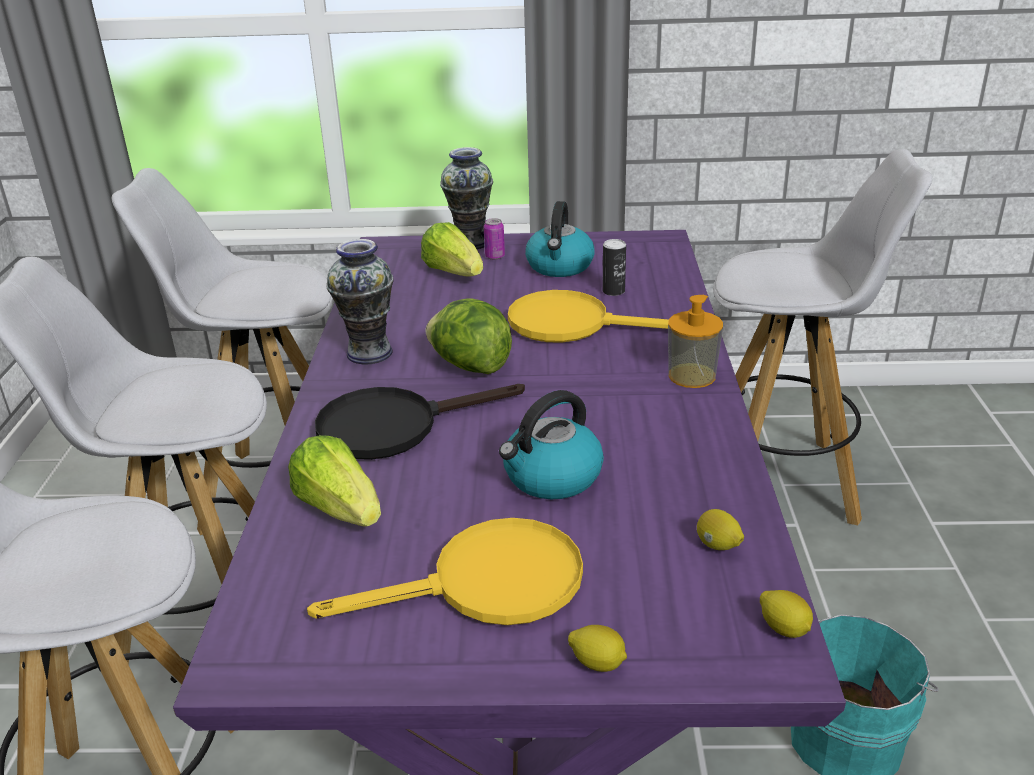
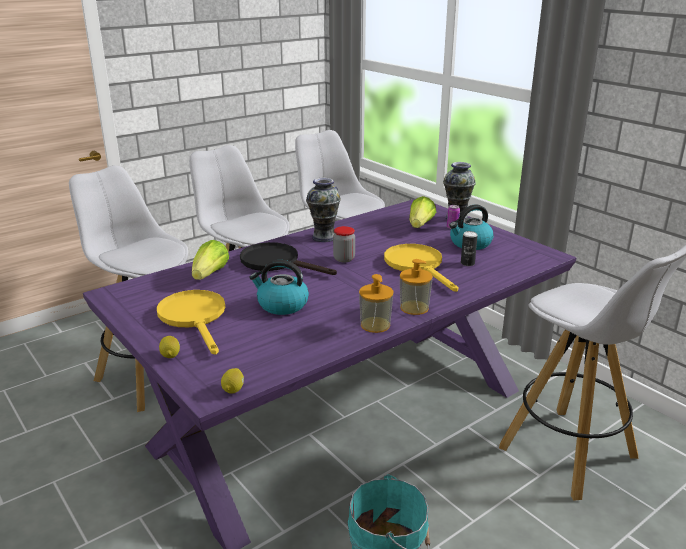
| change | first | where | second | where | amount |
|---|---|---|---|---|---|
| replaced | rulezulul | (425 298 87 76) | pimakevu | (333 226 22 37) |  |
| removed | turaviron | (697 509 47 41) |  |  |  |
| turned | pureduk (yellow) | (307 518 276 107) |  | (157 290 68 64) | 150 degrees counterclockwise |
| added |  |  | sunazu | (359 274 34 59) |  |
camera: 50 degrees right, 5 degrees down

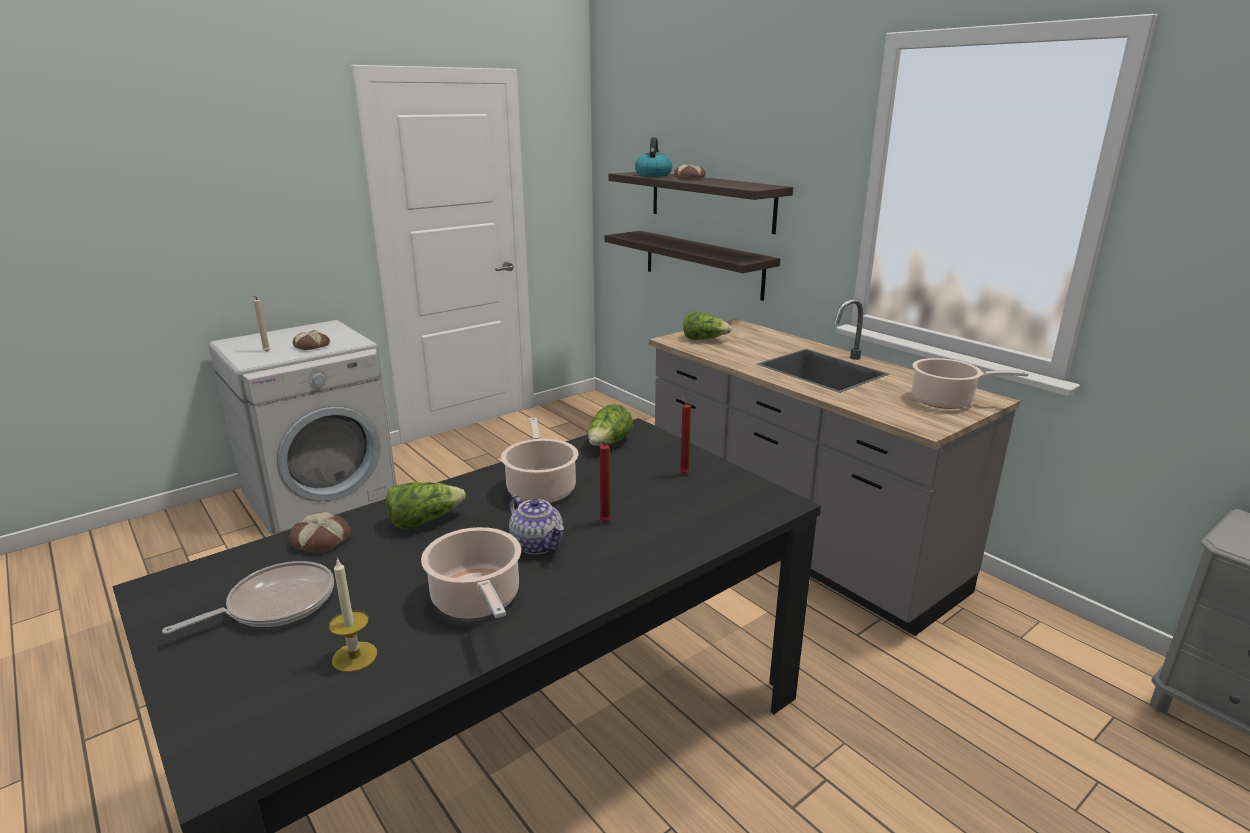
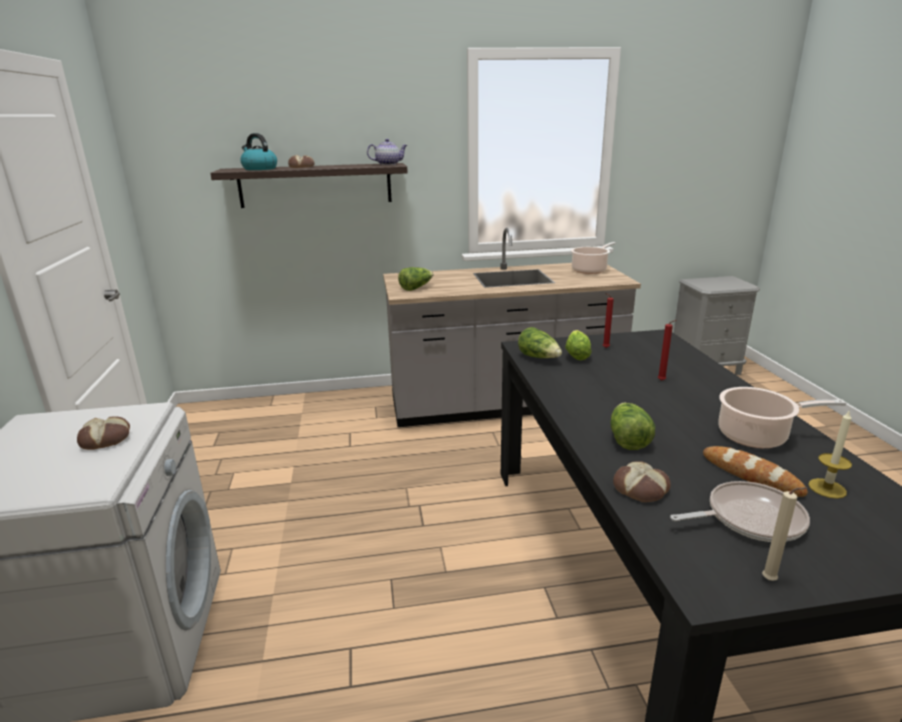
| change | first | where | second | where | amount |
|---|---|---|---|---|---|
| removed | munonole | (605 231 175 70) |  |  |  |
| moved | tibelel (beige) | (253 296 17 56) |  | (762 487 46 94) |  |
| removed | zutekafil | (501 417 78 86) |  |  |  |
| moved | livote | (509 495 55 60) |  | (367 139 41 26) |  |
| turned | pureduk | (162 561 172 73) |  | (670 481 140 61) | 90 degrees clockwise |
| added |  |  | rulezulul | (565 330 27 30) |  |
| added |  |  | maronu | (703 446 105 51) |  |
camera: 60 degrees left, 0 degrees up

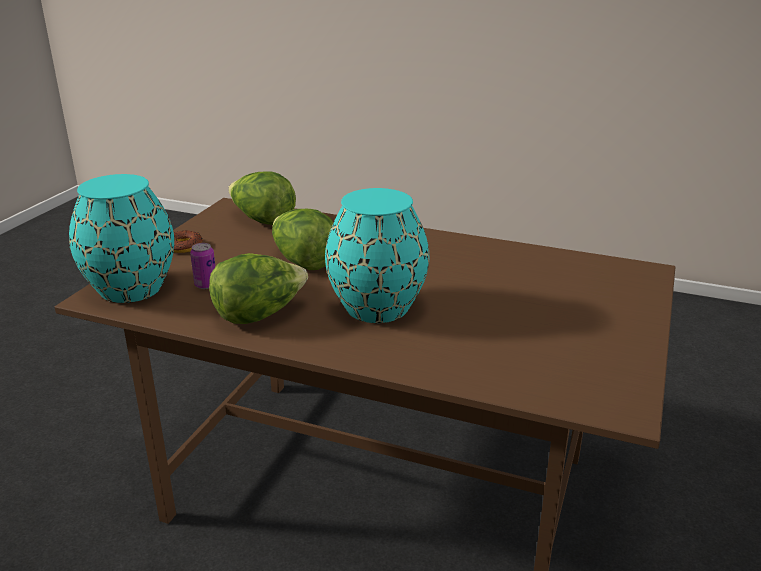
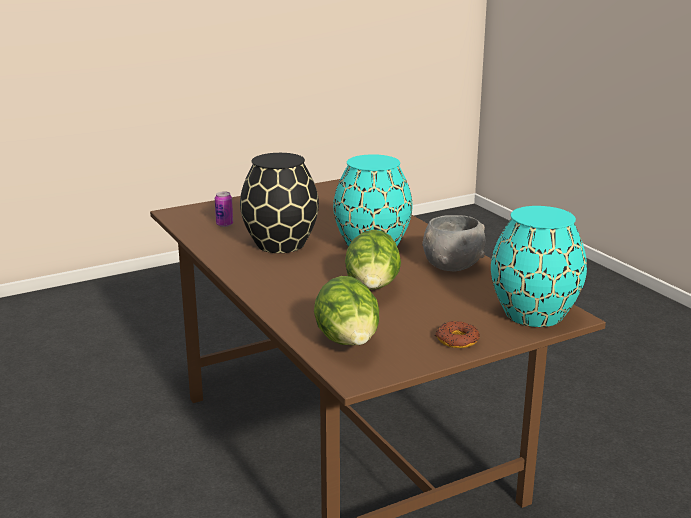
| change | first | where | second | where | amount |
|---|---|---|---|---|---|
| moved | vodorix | (190 243 26 46) |  | (215 191 18 36) |  |
| replaced | rulezulul | (209 253 99 71) | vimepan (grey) | (422 215 64 56) |  |
| added |  |  | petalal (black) | (240 153 79 100) |  |
camera: 140 degrees left, 5 degrees down

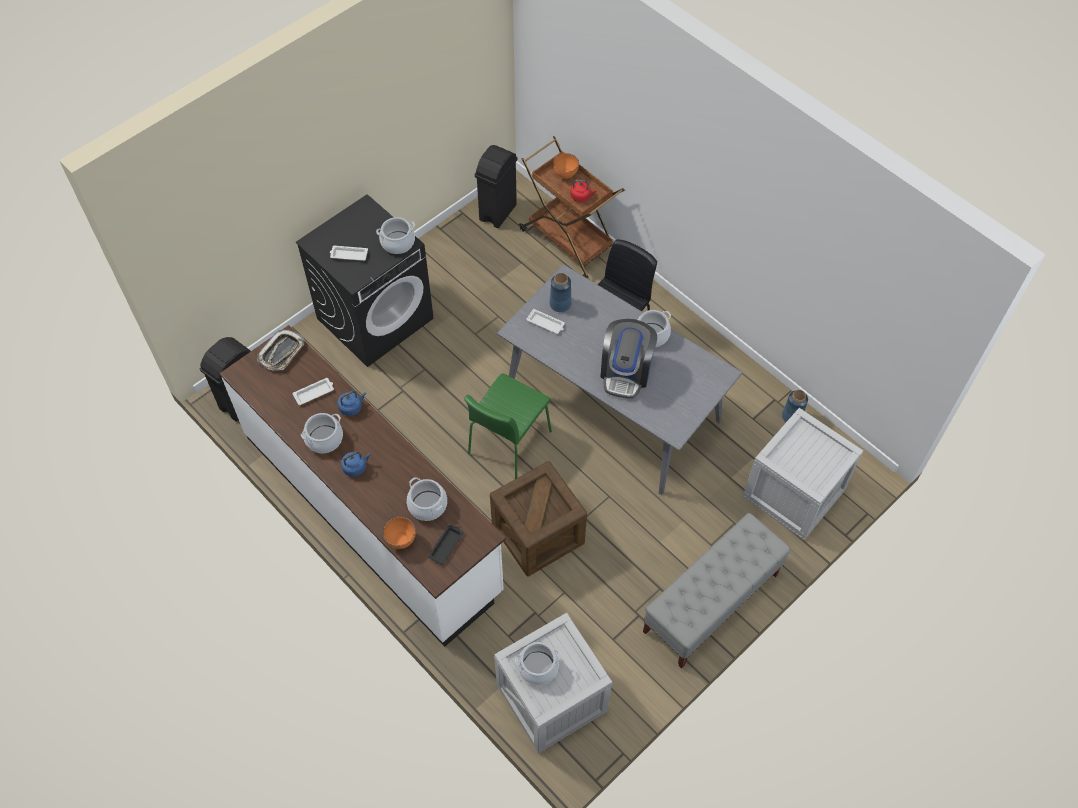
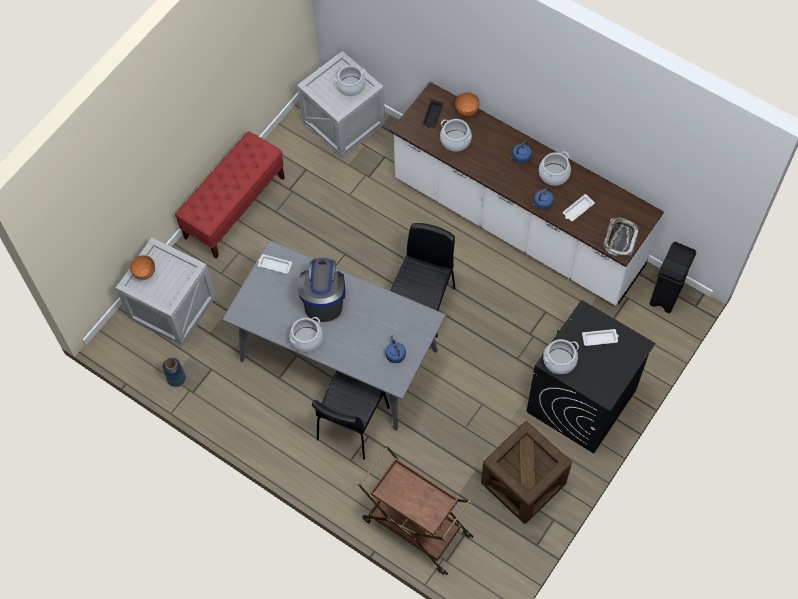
| change | first | where | second | where | amount |
|---|---|---|---|---|---|
| removed | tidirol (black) | (475 145 43 83) |  |  |  |
| moved | vimepan (orange) | (553 153 26 26) |  | (130 255 25 25) |  |
| removed | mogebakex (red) | (570 180 27 22) |  |  |  |
| replaced | petalal (blue) | (549 273 22 39) | mogebakex (blue) | (386 336 20 27) |  |
| moved | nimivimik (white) | (526 309 39 25) |  | (258 254 34 20) |  |
| recoloured | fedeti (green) | (464 373 88 106) | fedeti (black) | (391 223 64 115) |  |
| moved | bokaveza | (490 461 97 116) |  | (481 421 91 103) |  |
| recoloured | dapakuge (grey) | (643 513 147 156) | dapakuge (red) | (175 131 110 128) |  |
camera: 170 degrees right, 5 degrees up

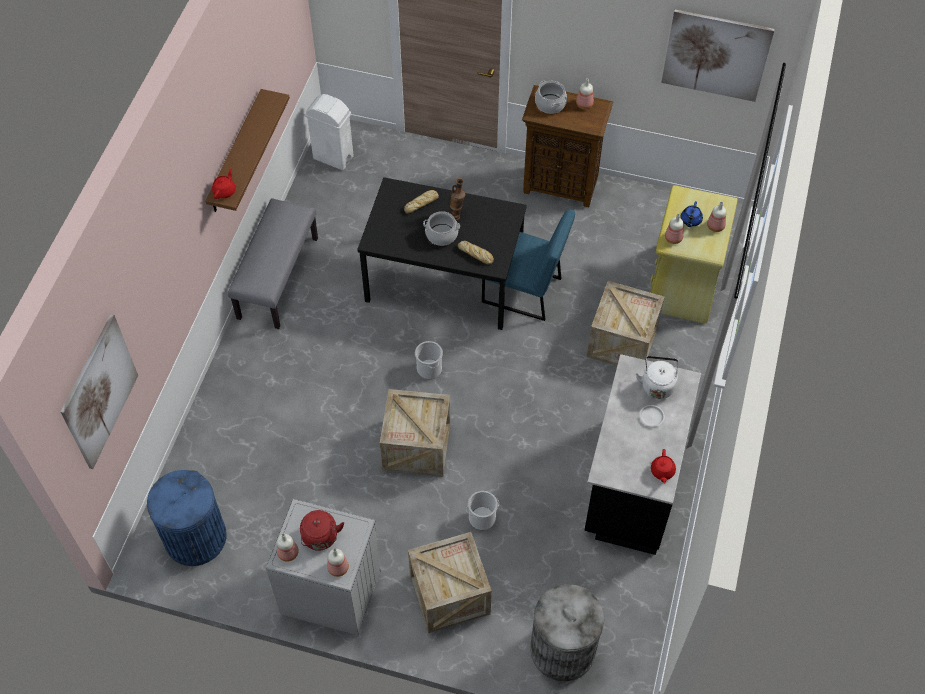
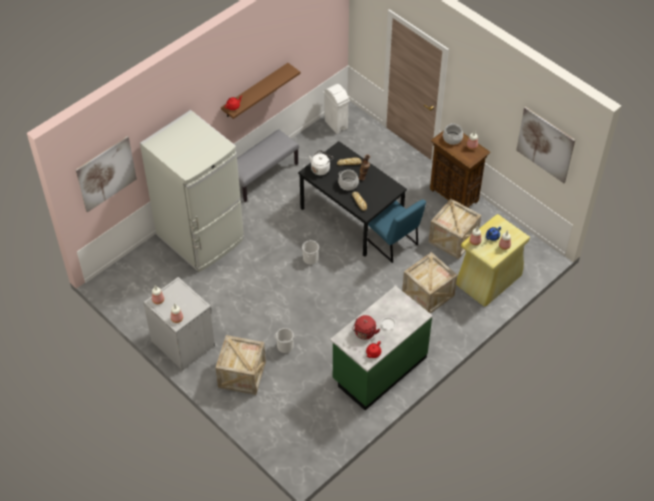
| change | first | where | second | where | amount |
|---|---|---|---|---|---|
| recoloured | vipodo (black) | (585 354 116 201) | vipodo (green) | (330 286 103 124) |  |
| moved | mogebakex (white) | (636 356 42 43) |  | (309 150 24 25) |  |
| moved | bokaveza | (380 389 70 88) |  | (428 199 53 60) |  |
| removed | tidirol (blue) | (147 470 80 96) |  |  |  |
| moved | mogebakex (red) | (300 510 44 41) |  | (352 315 28 25) |  |
| removed | tidirol (grey) | (531 584 73 97) |  |  |  |
| added |  |  | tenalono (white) | (140 110 104 162) |  |
camera: 30 degrees right, 5 degrees down

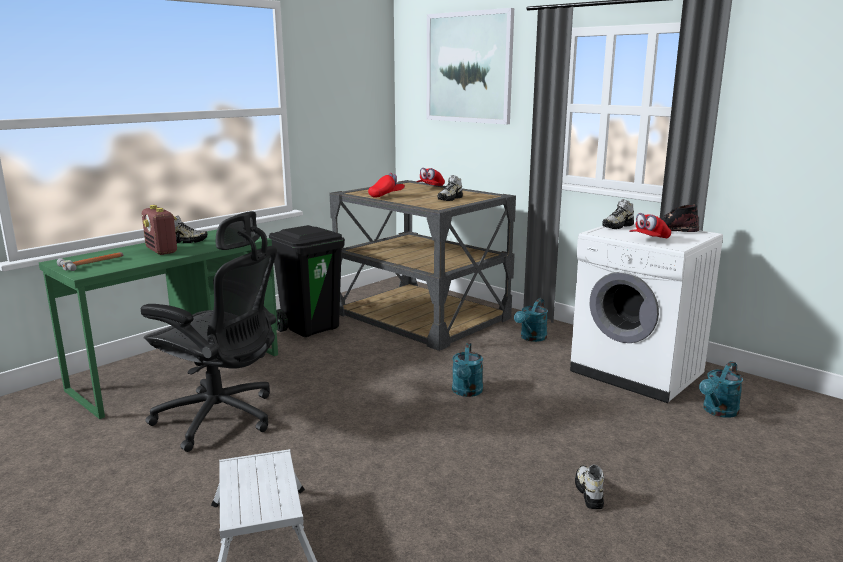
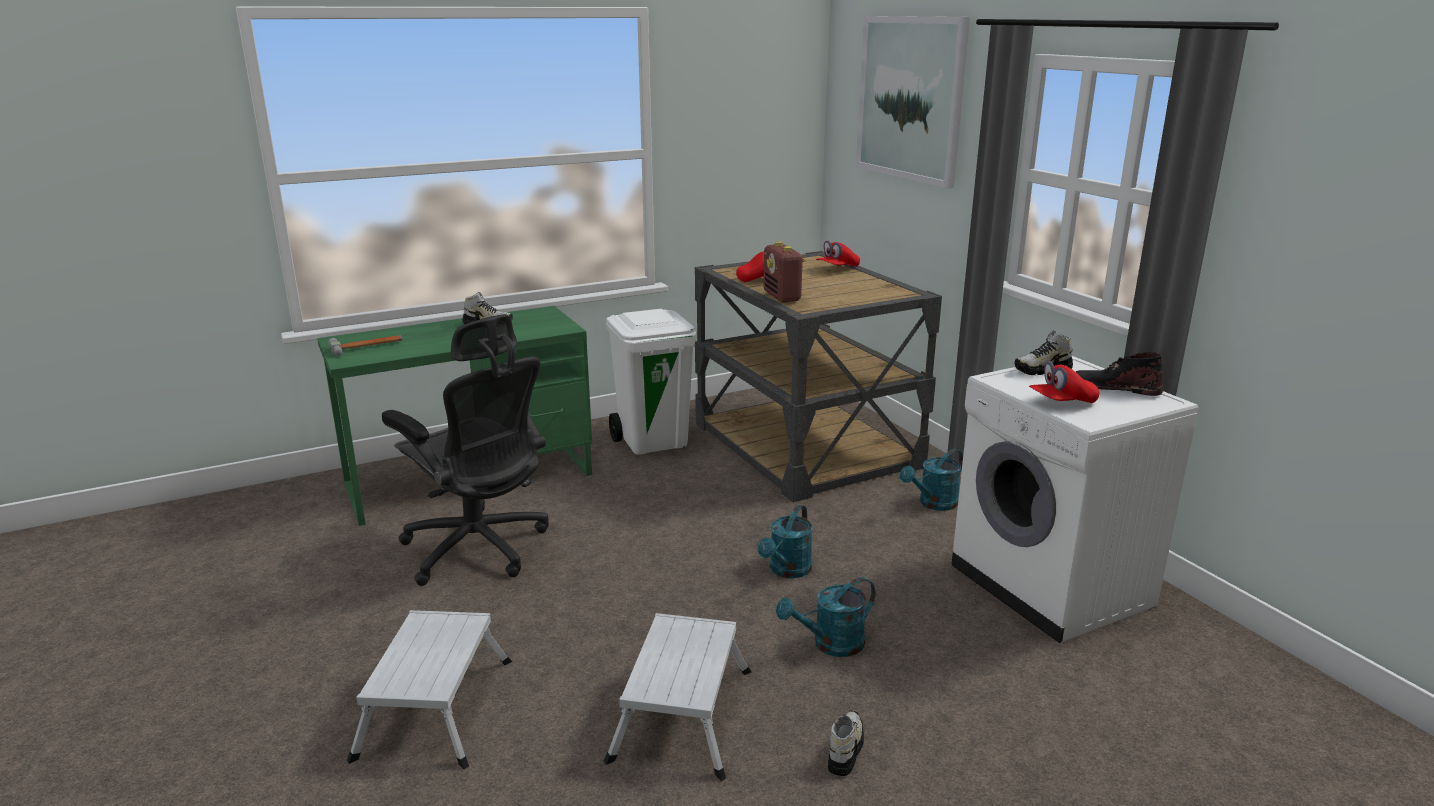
| change | first | where | second | where | amount |
|---|---|---|---|---|---|
| removed | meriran | (438 175 25 26) |  |  |  |
| moved | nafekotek | (142 205 35 50) |  | (763 241 43 61) |  |
| recoloured | tidirol (black) | (269 225 76 112) | tidirol (white) | (606 309 91 146) |  |
| moved | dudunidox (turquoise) | (699 361 44 57) |  | (776 577 99 80) |  |
| added |  |  | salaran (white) | (604 613 147 168) |  |
camera: 20 degrees right, 5 degrees up

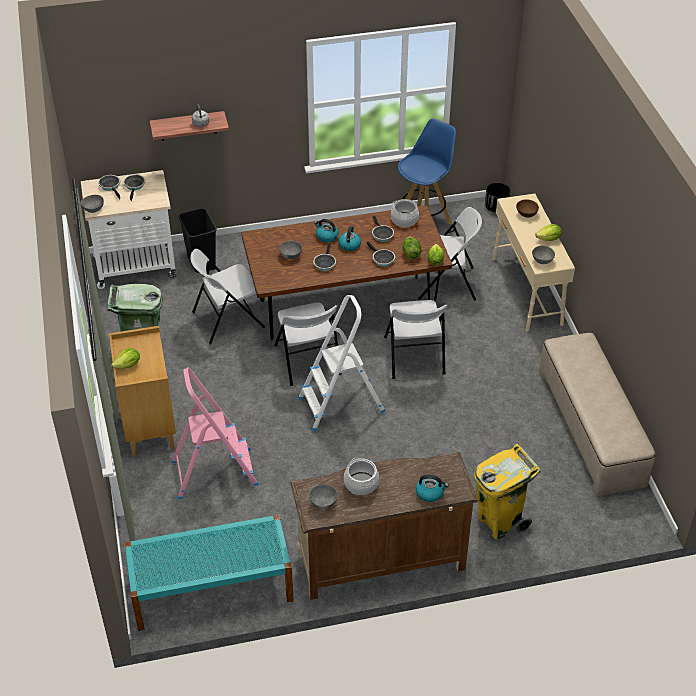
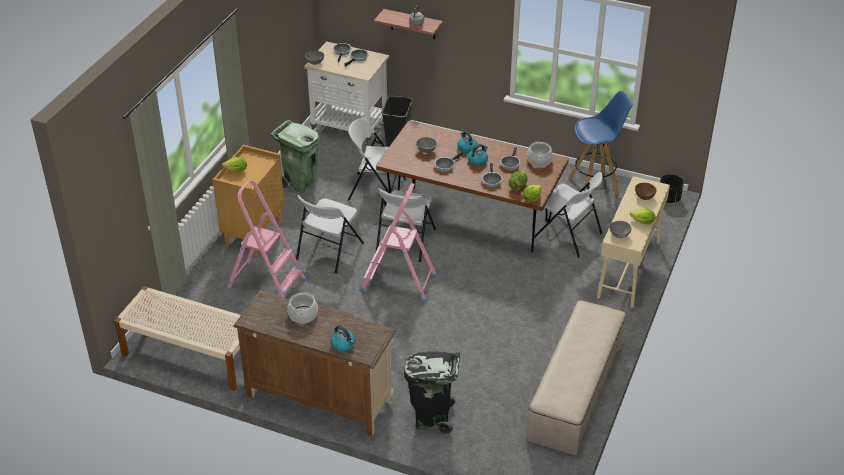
| change | first | where | second | where | amount |
|---|---|---|---|---|---|
| recoloured | salaran (white) | (297 295 89 136) | salaran (pink) | (360 183 77 119) |  |
| moved | fedeti (white) | (384 300 64 79) |  | (296 195 68 79) |  |
| recoloured | tidirol (yellow) | (474 443 66 97) | tidirol (black) | (404 352 56 83) |  |
| removed | vimepan (grey) | (309 484 29 25) |  |  |  |
| recoloured | dapakuge (turquoise) | (124 514 170 117) | dapakuge (beige) | (114 286 127 105) |  |
camera: 35 degrees right, 5 degrees down

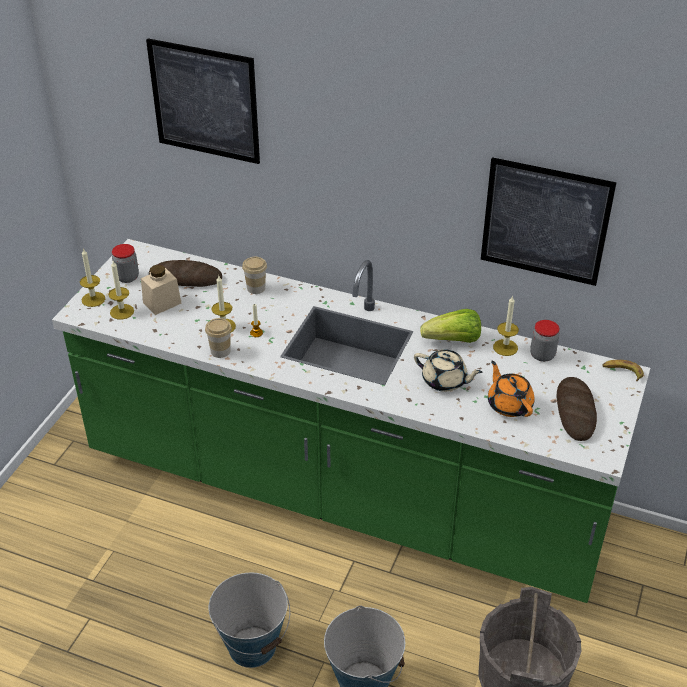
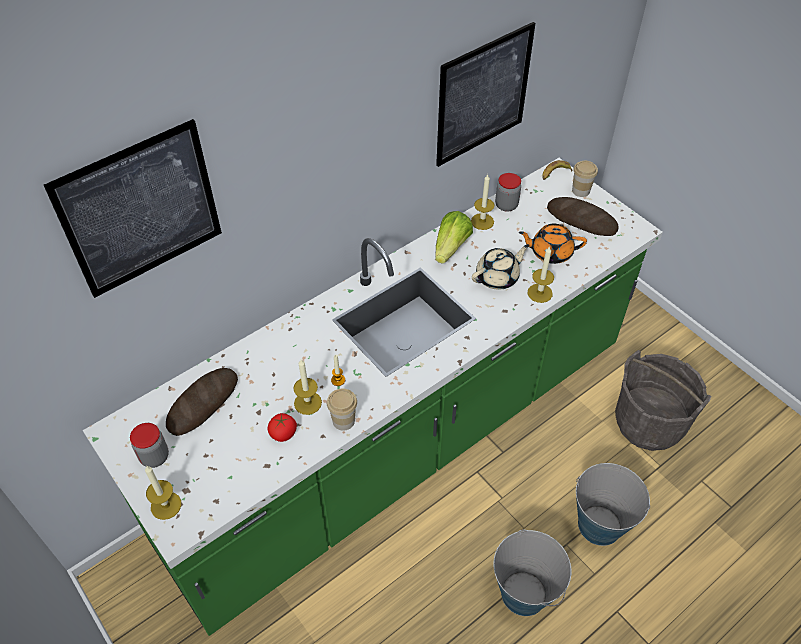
| change | first | where | second | where | amount |
|---|---|---|---|---|---|
| moved | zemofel | (242 257 25 37) |  | (572 161 26 36) |  |
| moved | tibelel | (108 261 26 59) |  | (528 246 26 57) |  |
| removed | pimakevu (beige) | (141 264 41 51) |  |  |  |
| added |  |  | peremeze | (267 413 30 29) |  |
camera: 60 degrees left, 10 degrees up

